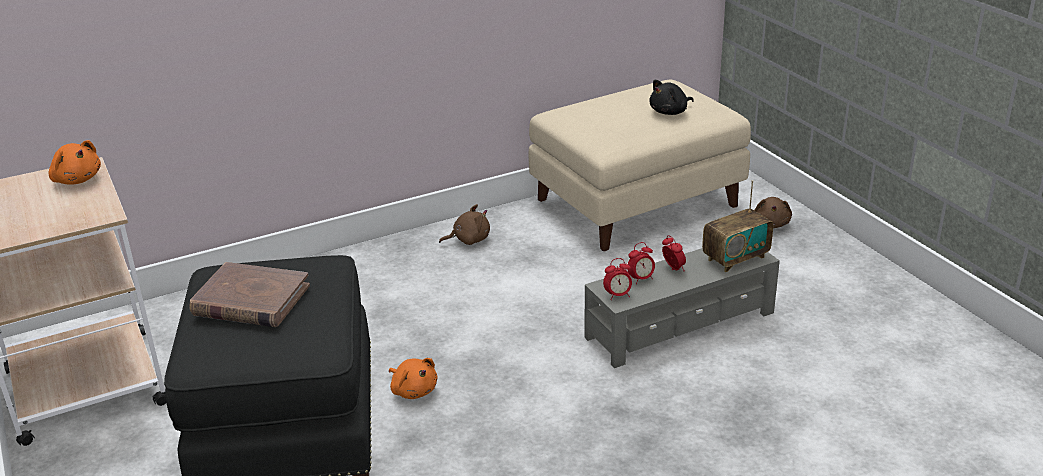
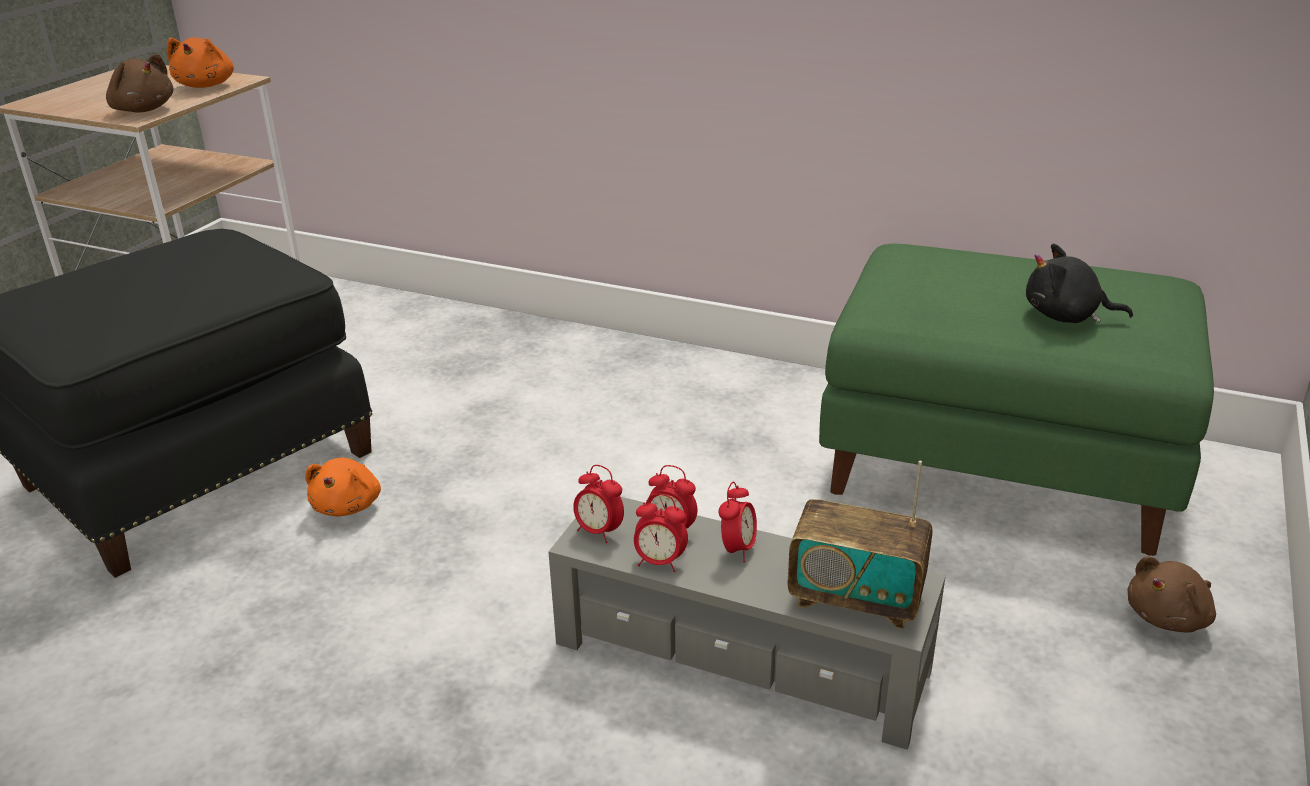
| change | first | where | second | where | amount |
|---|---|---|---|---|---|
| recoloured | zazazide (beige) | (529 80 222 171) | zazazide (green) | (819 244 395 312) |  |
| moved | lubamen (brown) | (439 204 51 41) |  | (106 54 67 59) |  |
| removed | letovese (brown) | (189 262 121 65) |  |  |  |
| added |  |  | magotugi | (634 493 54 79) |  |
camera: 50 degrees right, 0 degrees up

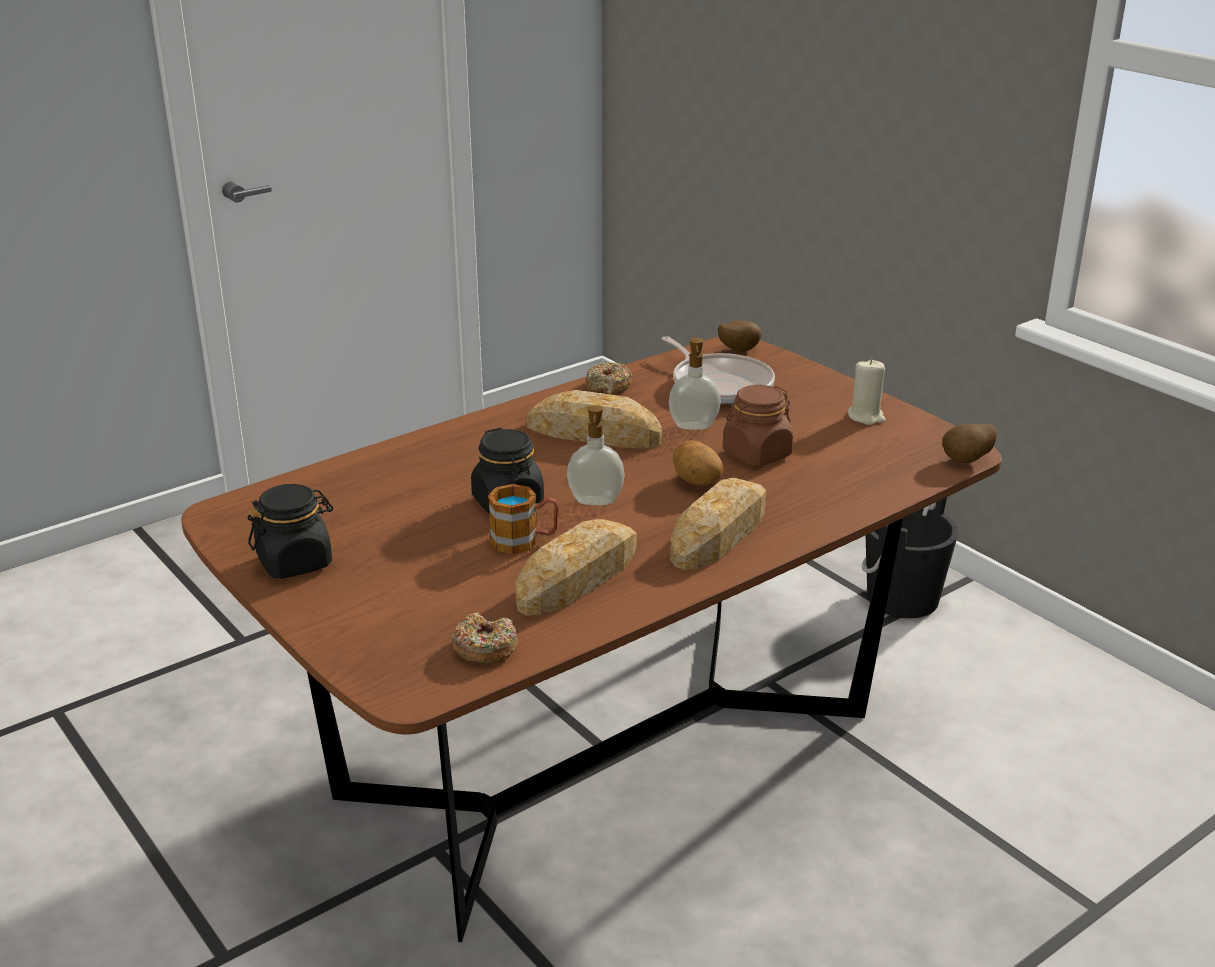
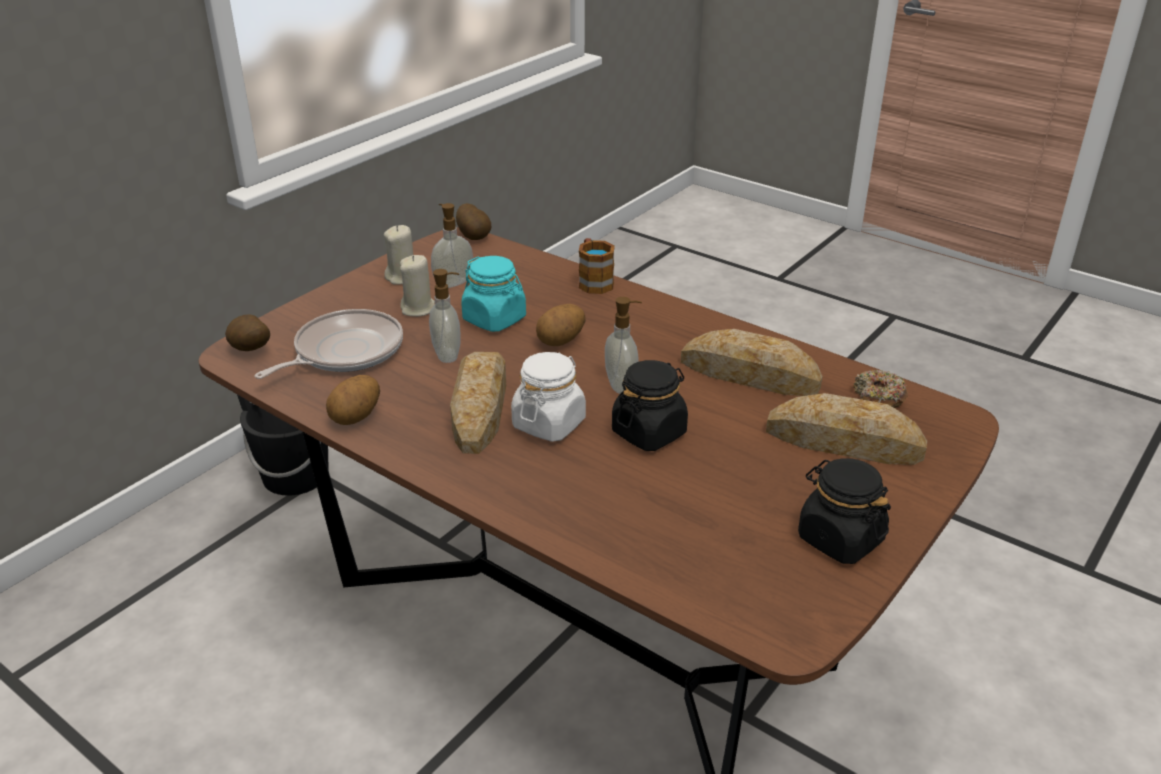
| change | first | where | second | where | amount |
|---|---|---|---|---|---|
| replaced | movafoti | (586 361 47 34) | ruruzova | (326 375 54 50) |  |
| recoloured | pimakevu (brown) | (723 385 70 81) | pimakevu (turquoise) | (461 256 65 76) |  |
| moved | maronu | (670 478 96 92) |  | (766 393 161 72) |  |
| moved | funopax | (488 484 71 70) |  | (579 238 36 56) |  |
| added |  |  | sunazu | (431 203 42 85) |  |
| added |  |  | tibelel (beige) | (400 255 35 62) |  |
| added |  |  | pimakevu (white) | (511 352 75 90) |  |
camera: 105 degrees left, 5 degrees up

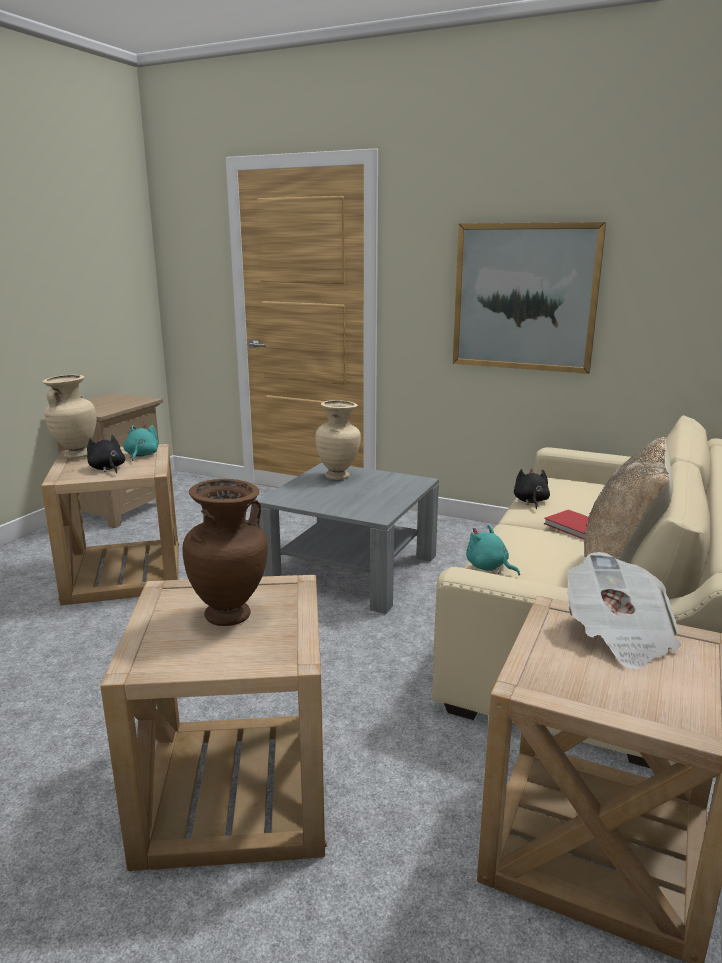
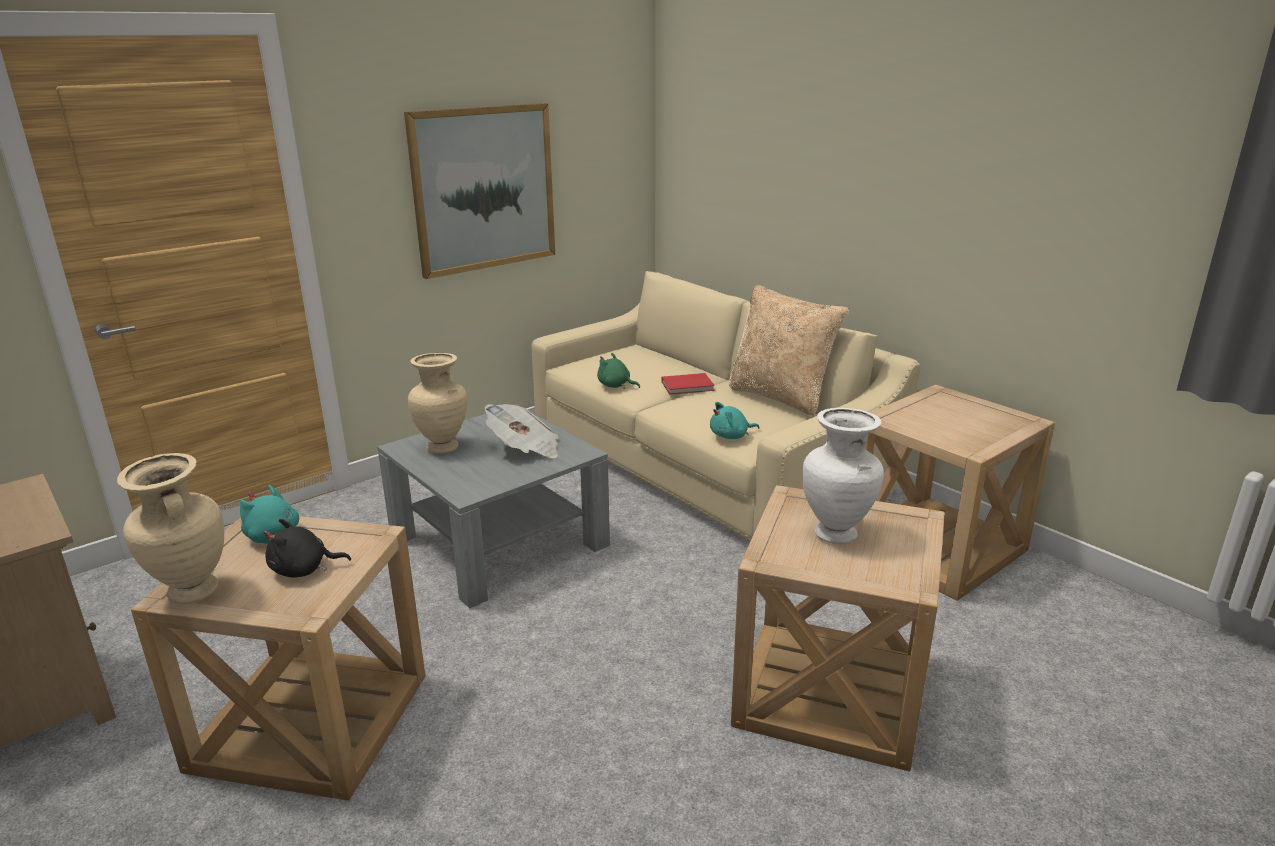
| change | first | where | second | where | amount |
|---|---|---|---|---|---|
| recoloured | lubamen (black) | (514 469 36 40) | lubamen (green) | (597 353 43 36) |  |
| recoloured | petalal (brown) | (183 479 85 147) | petalal (white) | (802 408 82 136) |  |
| moved | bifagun | (567 552 114 118) |  | (485 404 73 54) |  |
camera: 65 degrees left, 5 degrees up

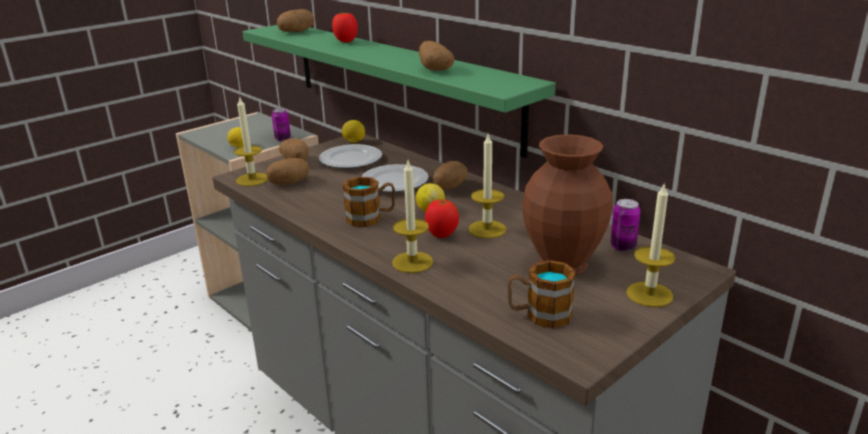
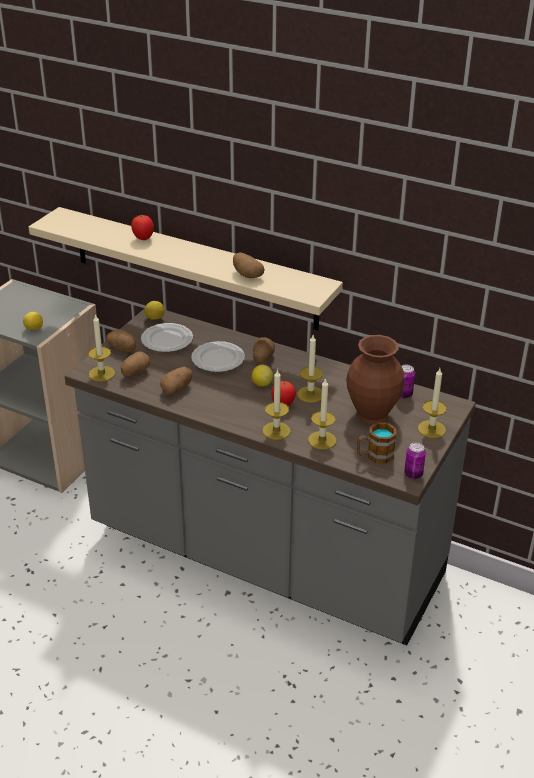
| change | first | where | second | where | amount |
|---|---|---|---|---|---|
| moved | ruruzova | (277 9 37 23) |  | (160 367 32 28) |  |
| recoloured | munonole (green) | (242 25 314 133) | munonole (beige) | (29 207 314 124) |  |
| moved | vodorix | (272 108 19 33) |  | (404 442 22 37) |  |
| removed | funopax | (343 177 52 50) |  |  |  |
| added |  |  | tibelel | (308 378 28 72) |  |
camera: 20 degrees left, 10 degrees up

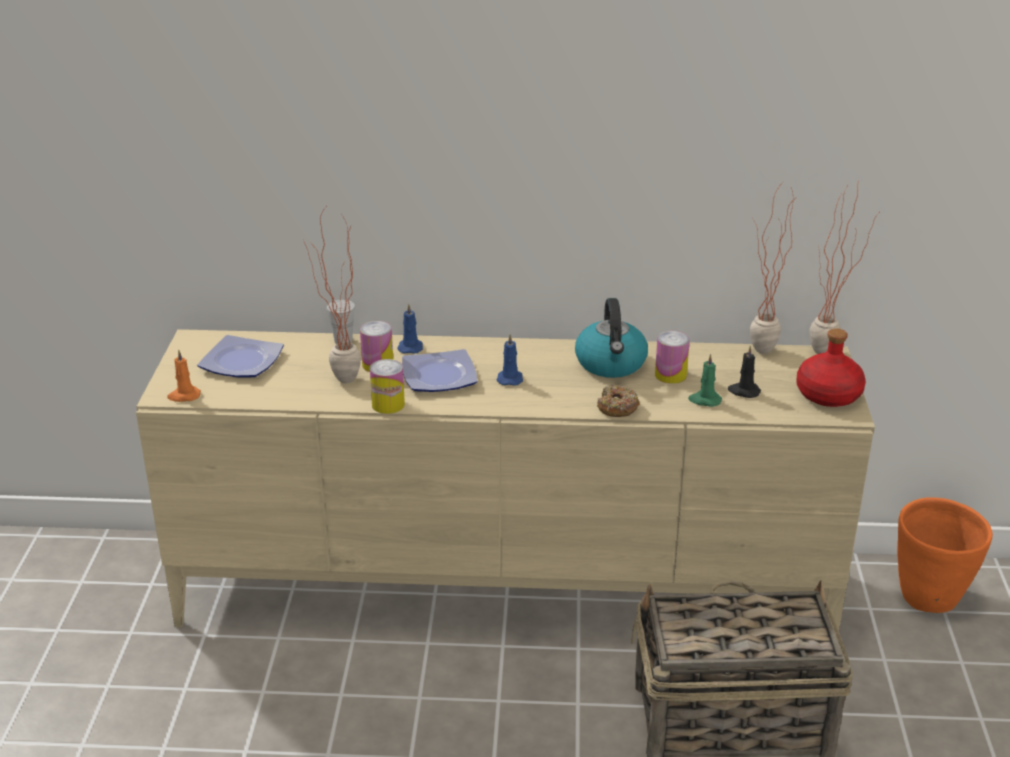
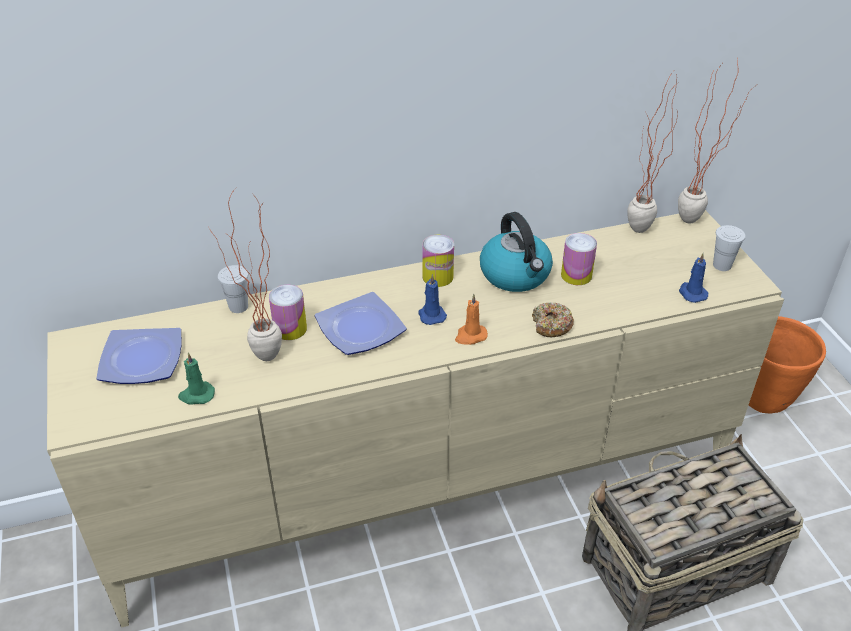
| change | first | where | second | where | amount |
|---|---|---|---|---|---|
| moved | tibelel (blue) | (397 304 26 50) |  | (679 253 29 50) |  |
| replaced | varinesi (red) | (796 328 70 79) | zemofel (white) | (713 225 33 46) |  |
| removed | tibelel (black) | (728 346 33 52) |  |  |  |
| moved | tibelel (orange) | (167 350 34 52) |  | (455 294 33 51) |  |
| moved | tibelel (green) | (688 354 34 53) |  | (178 352 37 53) |  |
| moved | vodorix | (370 359 35 55) |  | (422 235 32 52) |  |
camera: 20 degrees left, 10 degrees up

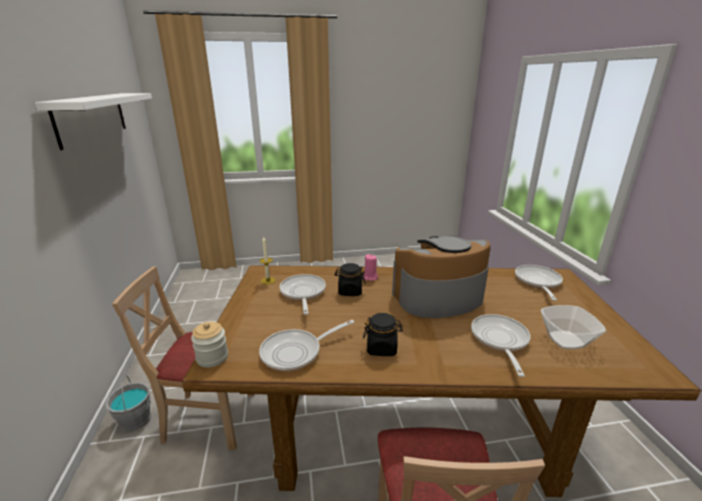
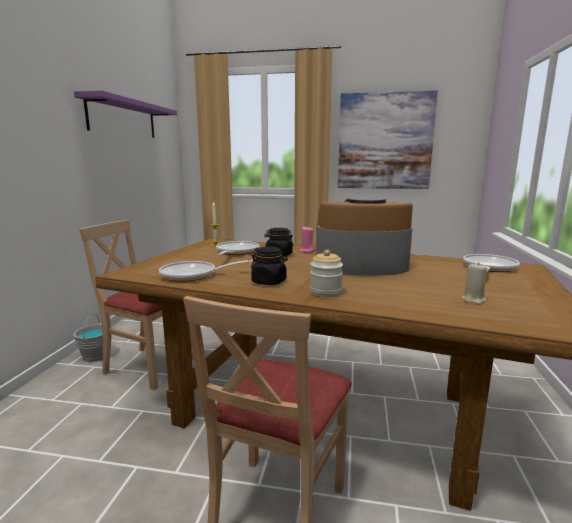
| change | first | where | second | where | amount |
|---|---|---|---|---|---|
| recoloured | munonole (white) | (35 93 117 57) | munonole (purple) | (74 90 103 48) |  |
| replaced | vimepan | (540 305 66 44) | tibelel (beige) | (462 262 26 42) |  |
| removed | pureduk | (471 314 59 63) |  |  |  |
| moved | pimakevu | (191 322 37 46) |  | (310 250 33 47) |  |
| added |  |  | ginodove | (338 90 100 99) |  |
camera: 20 degrees right, 10 degrees down

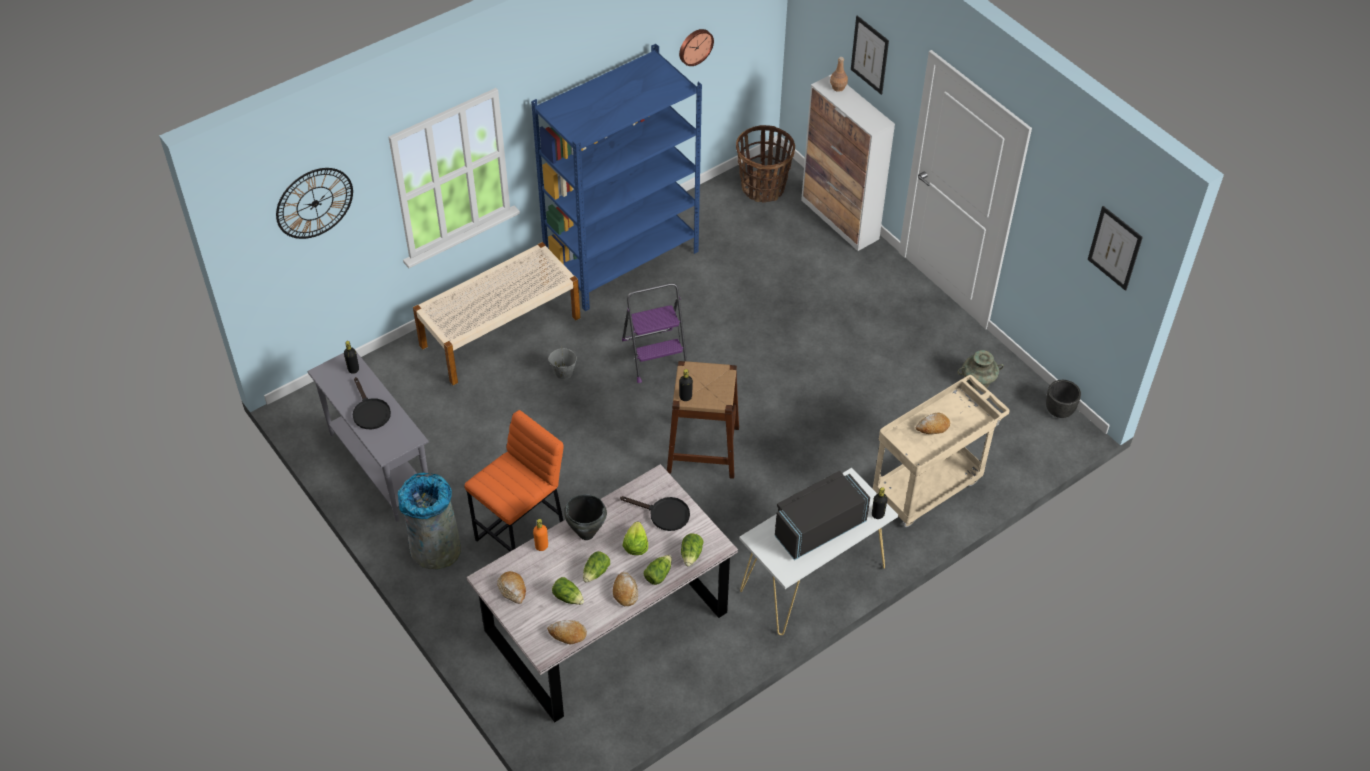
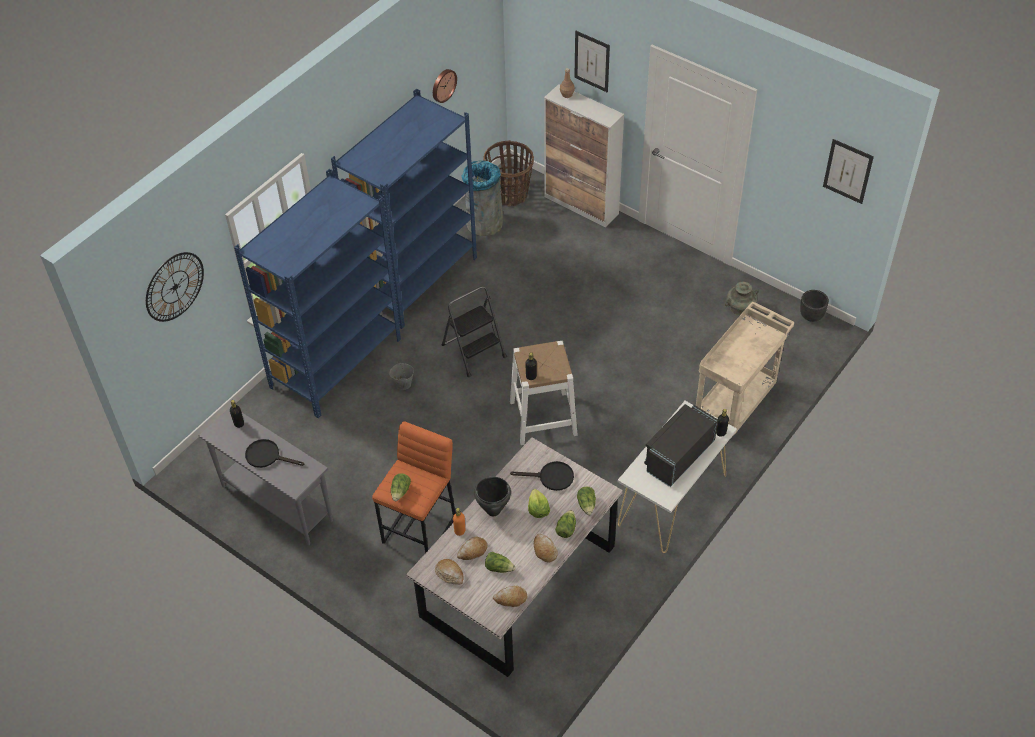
| change | first | where | second | where | amount |
|---|---|---|---|---|---|
| replaced | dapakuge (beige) | (413 242 167 143) | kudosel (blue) | (234 169 167 249) |  |
| recoloured | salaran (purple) | (622 283 65 100) | salaran (black) | (442 286 65 91) |  |
| recoloured | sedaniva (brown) | (667 361 72 118) | sedaniva (white) | (510 341 68 104) |  |
| turned | pureduk (black) | (353 377 38 52) |  | (245 439 59 29) | 150 degrees clockwise |
| moved | maronu | (916 412 34 22) |  | (457 536 31 24) |  |
| moved | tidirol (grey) | (398 473 63 96) |  | (461 161 42 75) |  |
| moved | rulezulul | (583 551 27 32) |  | (391 473 20 28) |  |
camera: 15 degrees left, 0 degrees up

